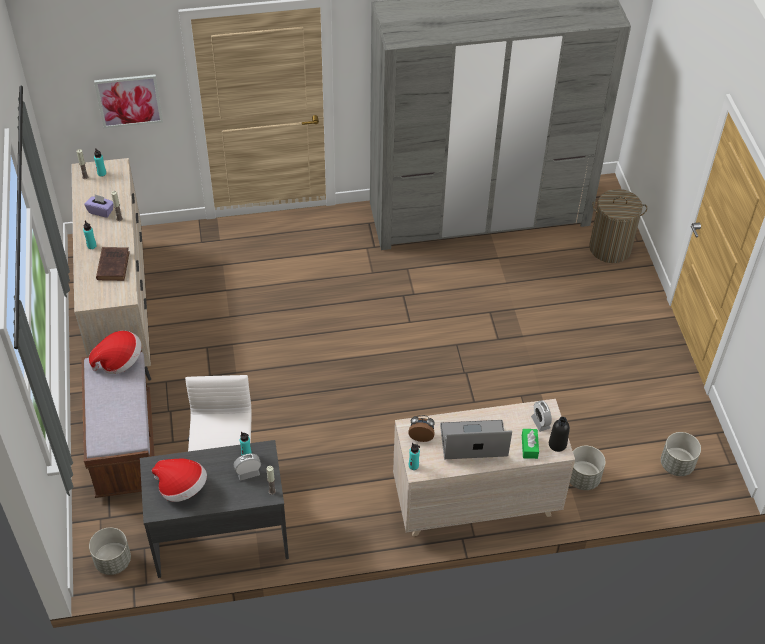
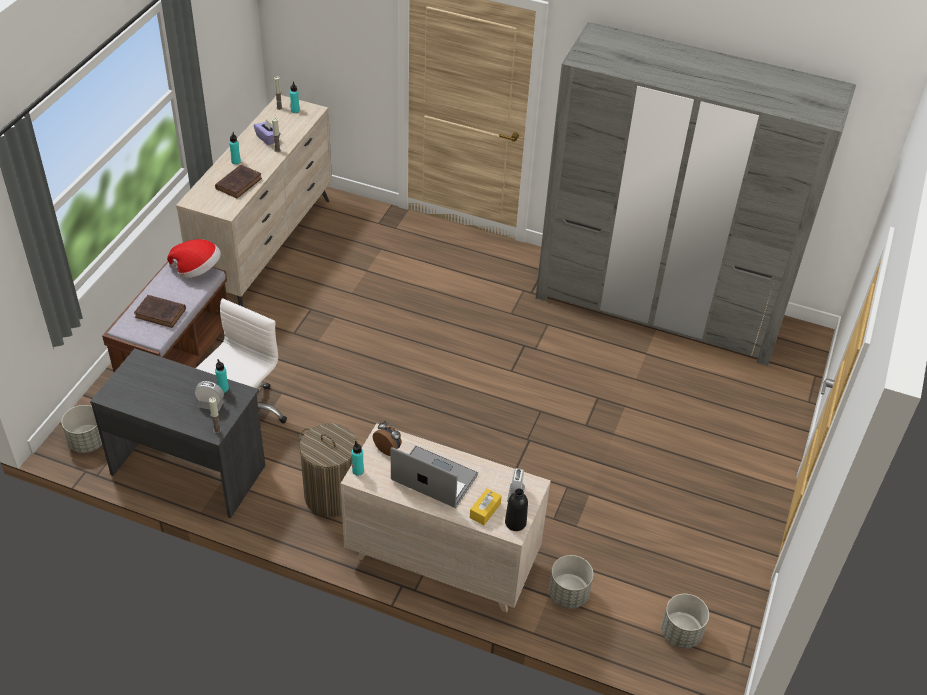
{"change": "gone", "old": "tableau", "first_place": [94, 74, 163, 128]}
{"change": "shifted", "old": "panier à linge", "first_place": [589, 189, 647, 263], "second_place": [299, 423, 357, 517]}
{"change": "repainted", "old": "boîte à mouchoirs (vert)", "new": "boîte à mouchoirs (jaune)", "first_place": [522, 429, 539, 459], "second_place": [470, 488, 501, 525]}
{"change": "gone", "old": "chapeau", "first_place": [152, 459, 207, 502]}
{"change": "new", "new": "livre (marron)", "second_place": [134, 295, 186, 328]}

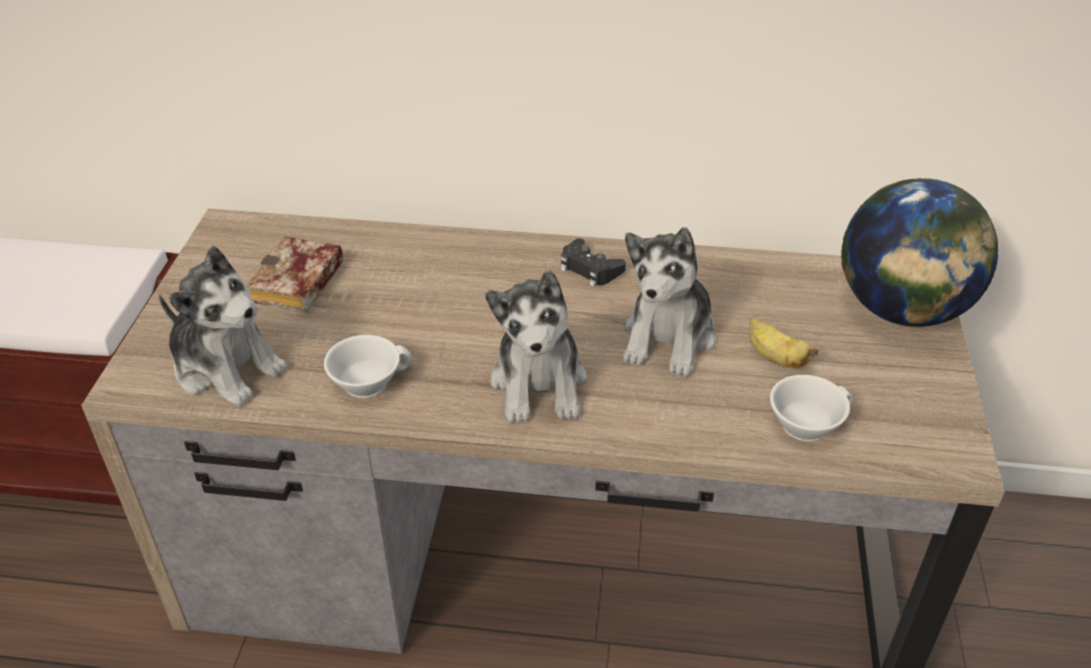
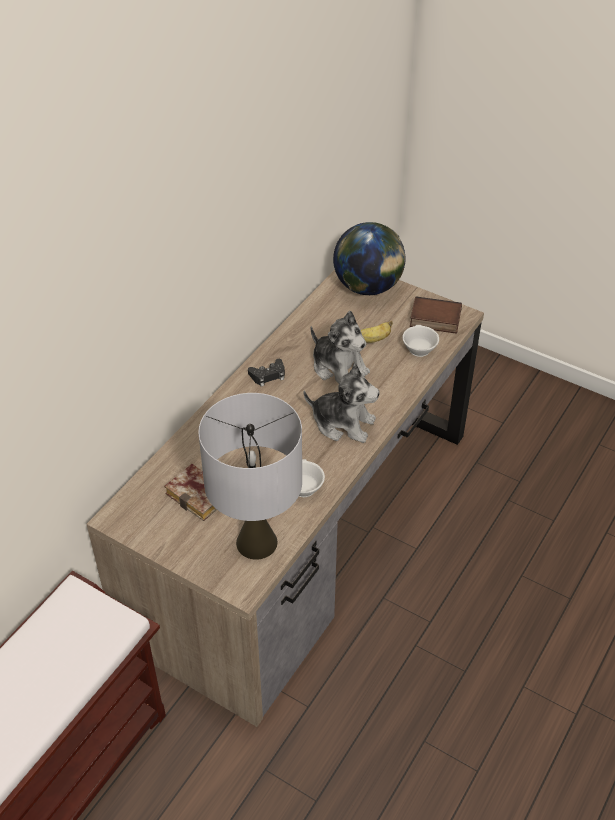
{"change": "swapped", "old": "peluche", "new": "lampe de table (gris)", "first_place": [158, 246, 288, 407], "second_place": [198, 393, 302, 560]}
{"change": "new", "new": "livre", "second_place": [410, 297, 462, 334]}

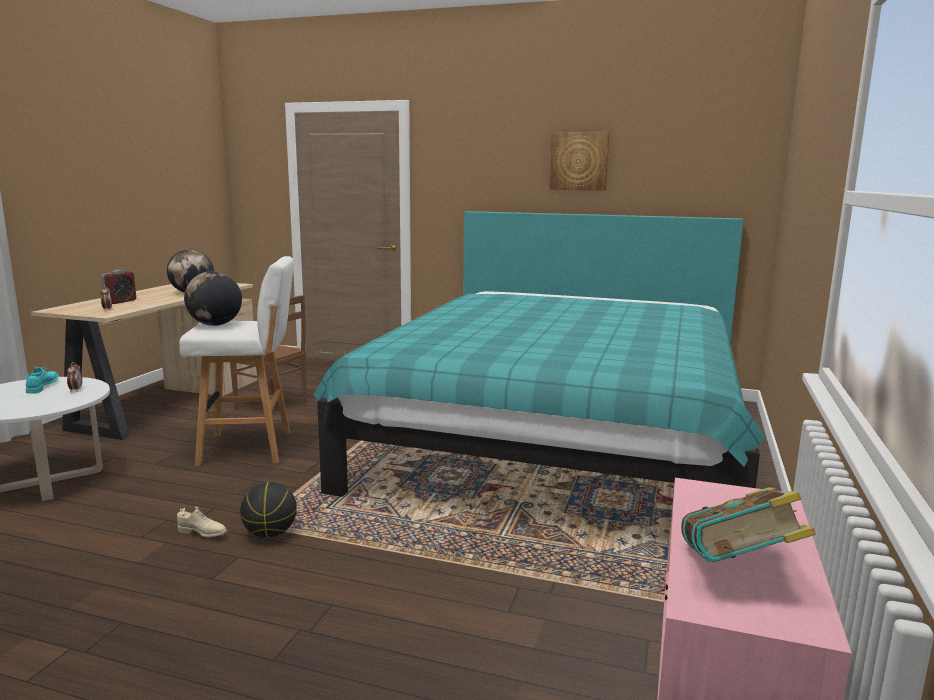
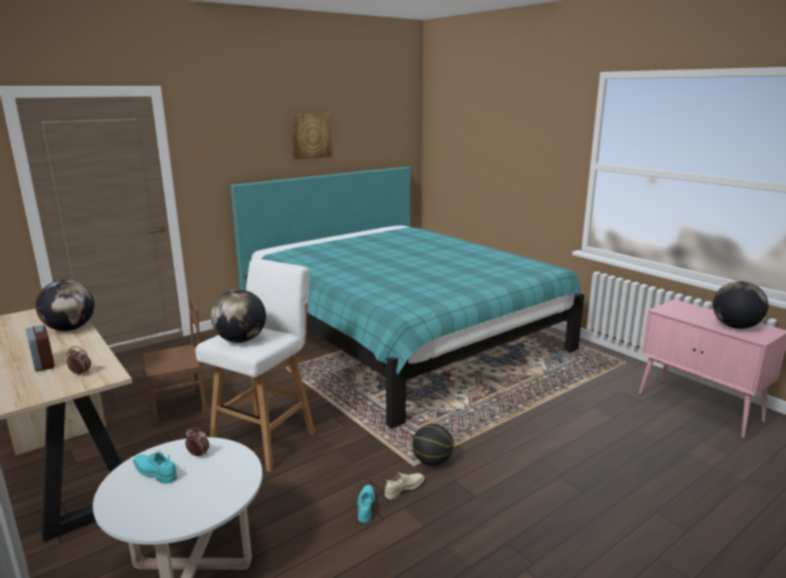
{"change": "swapped", "old": "livre", "new": "globe", "first_place": [681, 487, 816, 562], "second_place": [713, 281, 768, 329]}
{"change": "new", "new": "chaussure (turquoise)", "second_place": [357, 485, 375, 523]}

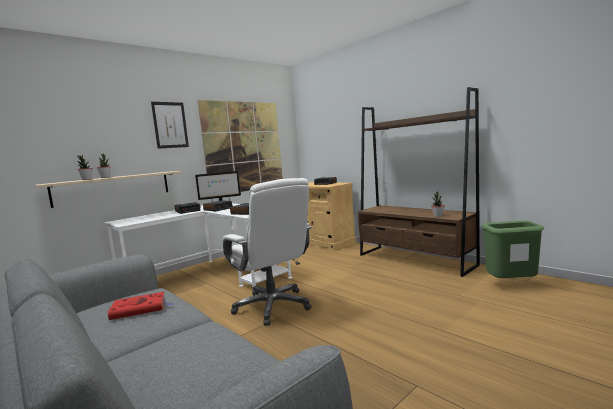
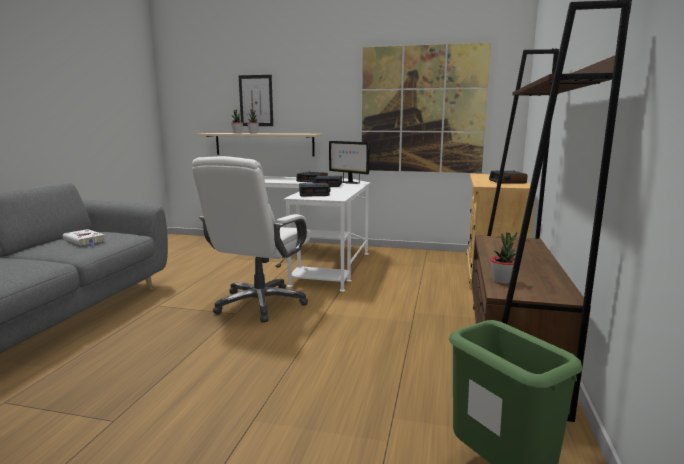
{"change": "shifted", "old": "tableau", "first_place": [151, 102, 189, 149], "second_place": [239, 75, 273, 126]}
{"change": "repainted", "old": "livre (rouge)", "new": "livre (blanc)", "first_place": [108, 292, 173, 320], "second_place": [63, 229, 105, 245]}

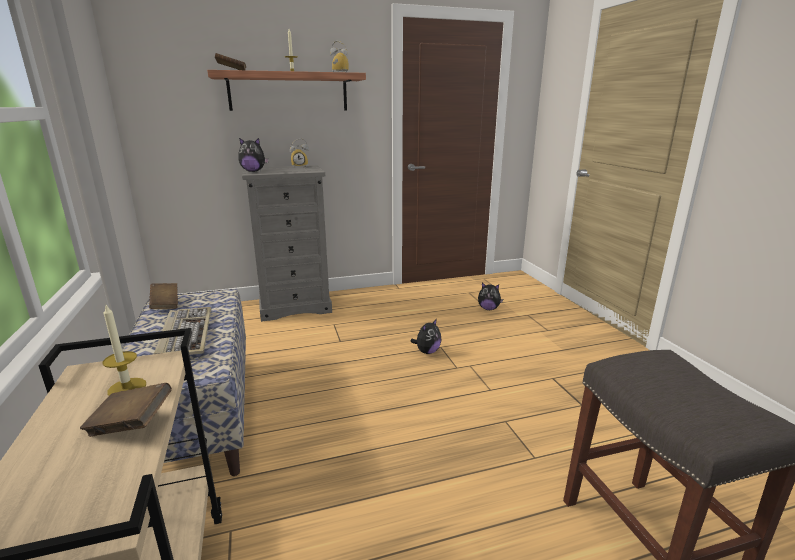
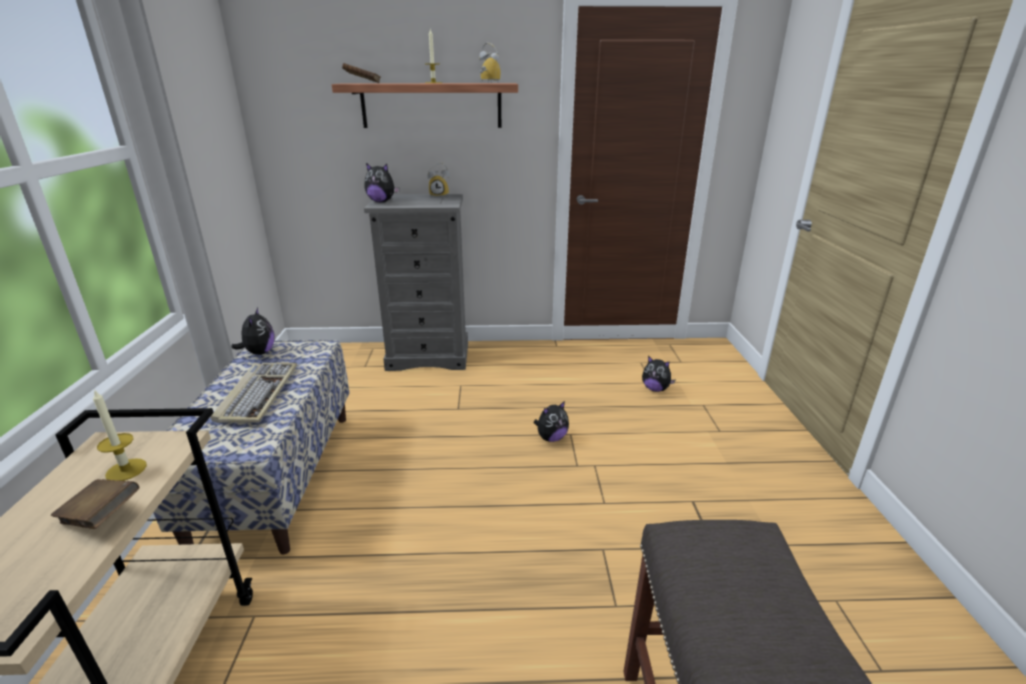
{"change": "swapped", "old": "livre (marron)", "new": "peluche", "first_place": [149, 283, 178, 309], "second_place": [232, 307, 275, 355]}

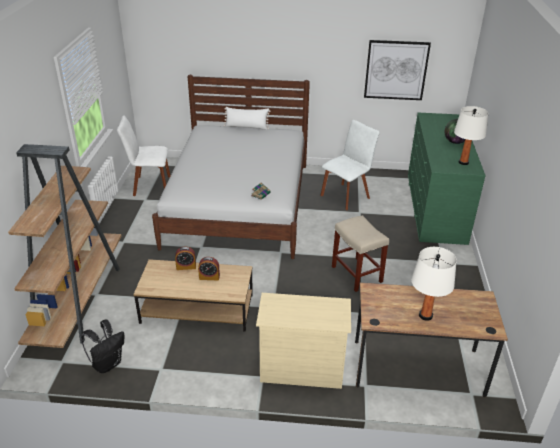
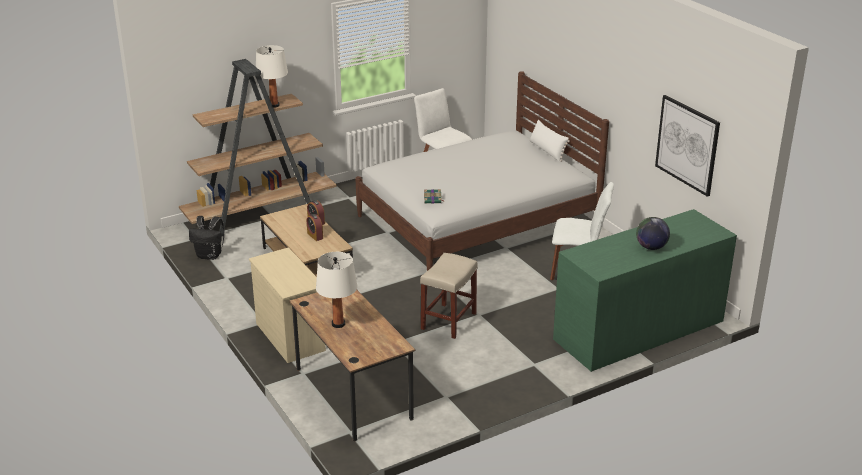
{"change": "shifted", "old": "lampe de table (blanc)", "first_place": [454, 106, 488, 165], "second_place": [256, 45, 288, 108]}

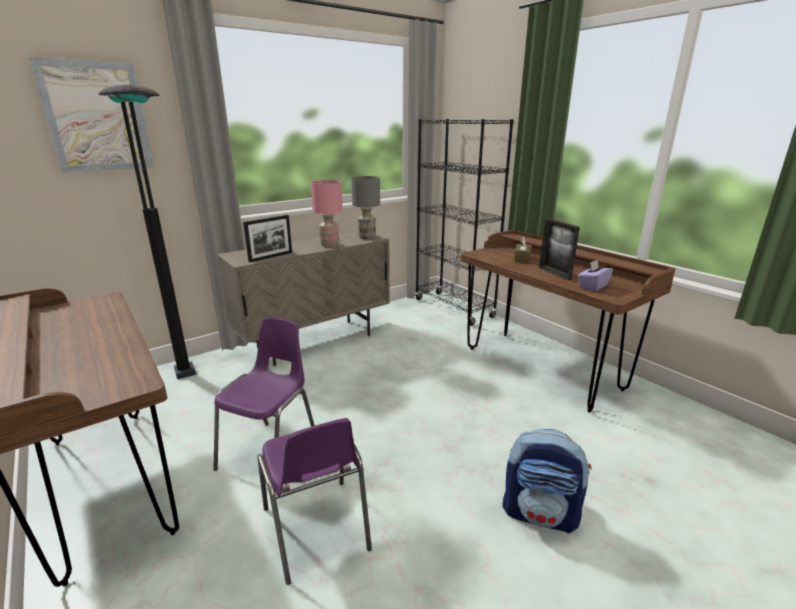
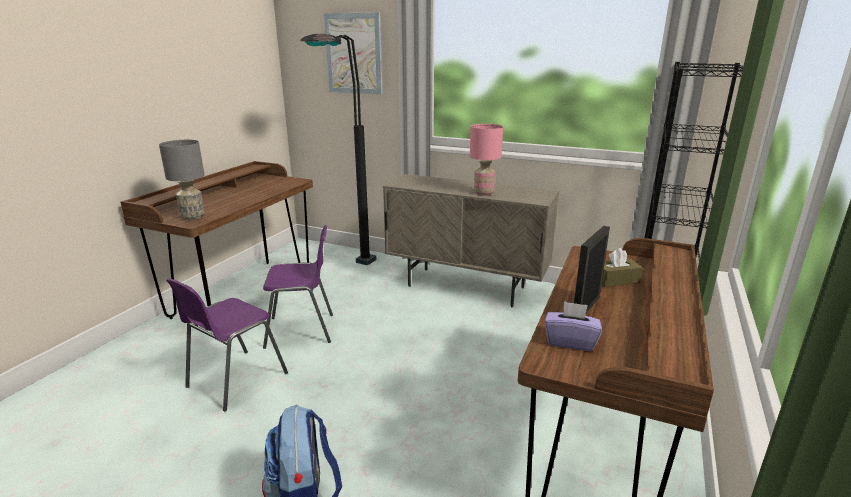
{"change": "shifted", "old": "lampe de table (gris)", "first_place": [351, 176, 380, 239], "second_place": [159, 140, 204, 220]}
{"change": "gone", "old": "cadre photo", "first_place": [243, 215, 292, 262]}

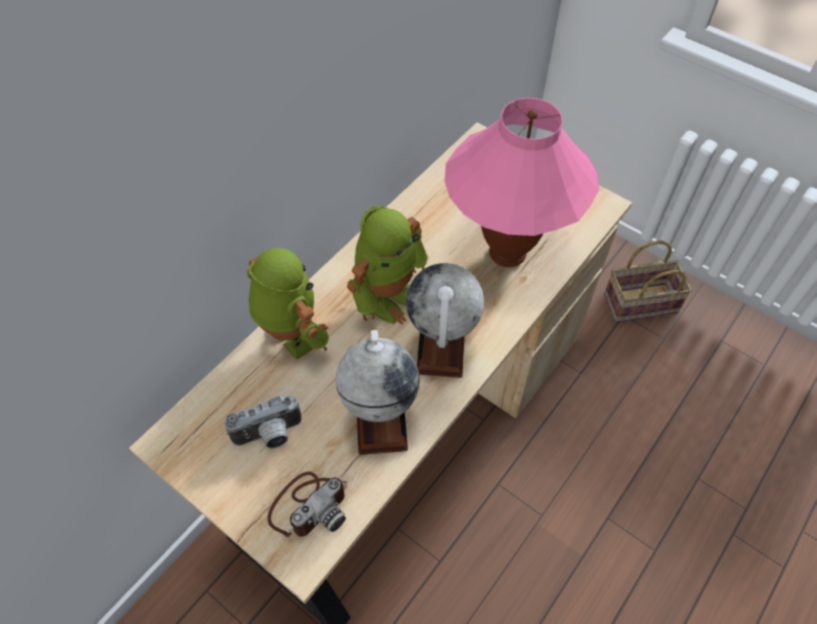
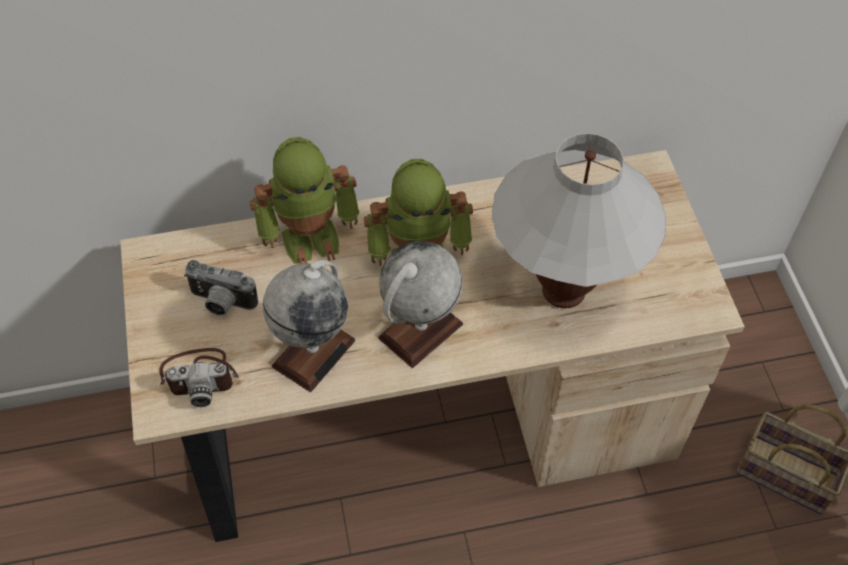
{"change": "repainted", "old": "lampe de table (rose)", "new": "lampe de table (blanc)", "first_place": [444, 98, 599, 267], "second_place": [491, 133, 666, 308]}
{"change": "rotated", "old": "robot jouet", "first_place": [247, 248, 329, 359], "second_place": [250, 137, 359, 264], "degrees": 75}

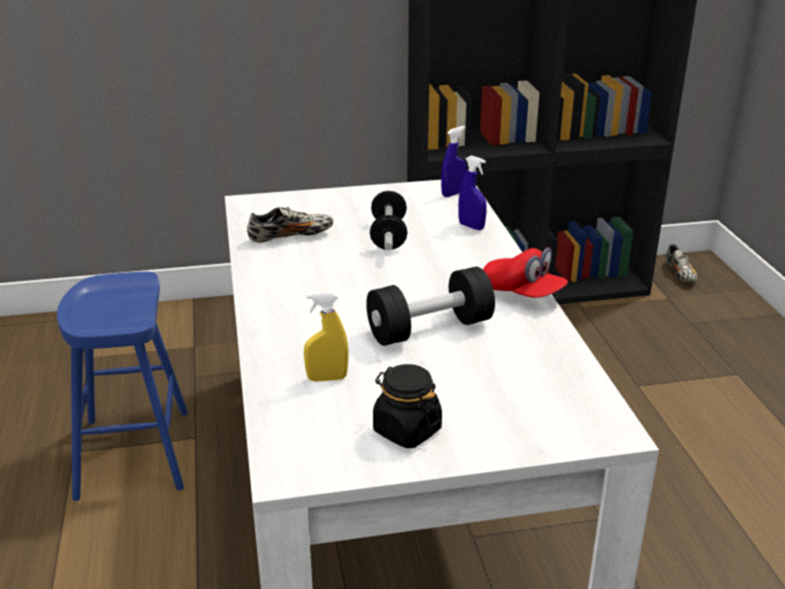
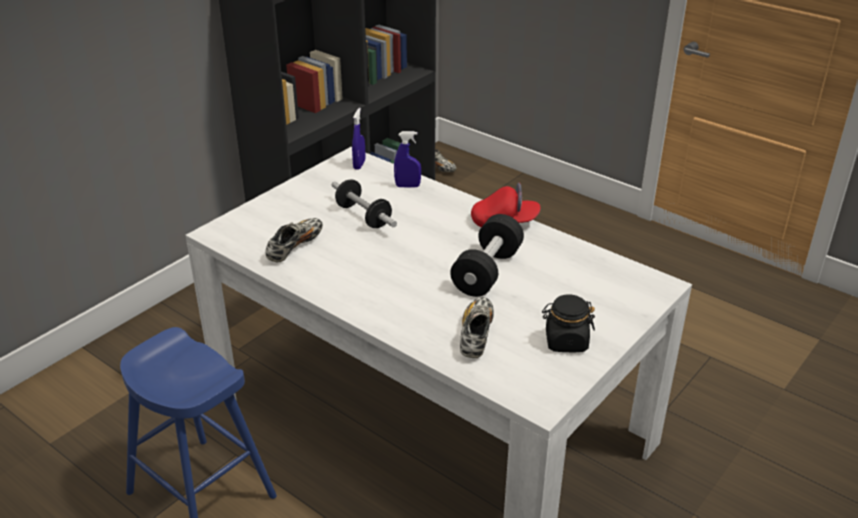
{"change": "swapped", "old": "vaporisateur (jaune)", "new": "chaussure", "first_place": [304, 292, 349, 382], "second_place": [460, 297, 494, 358]}

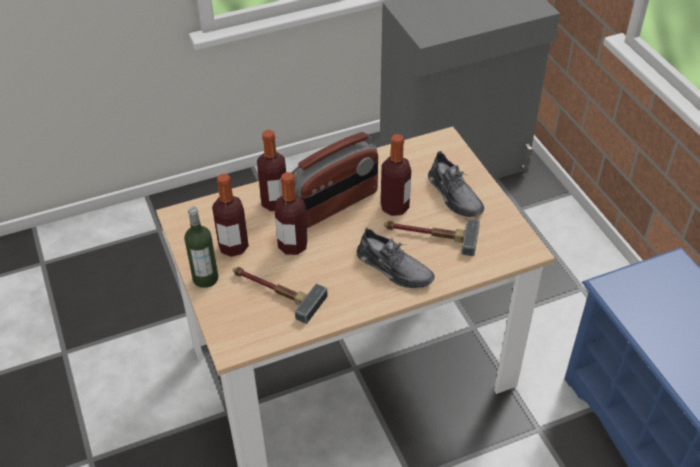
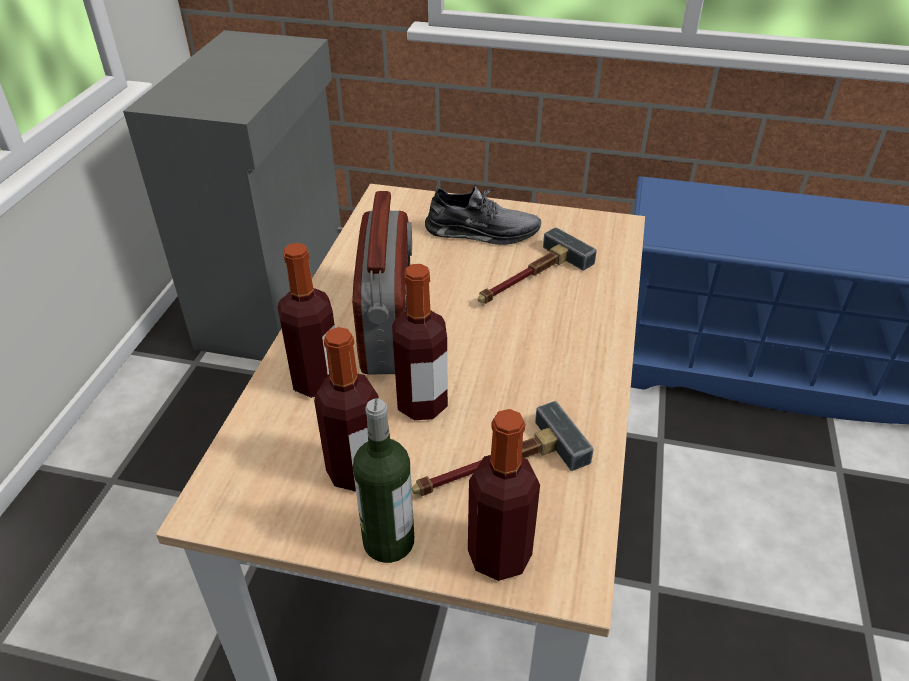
{"change": "shifted", "old": "bouteille", "first_place": [381, 134, 411, 216], "second_place": [468, 409, 540, 581]}
{"change": "gone", "old": "chaussure (gris)", "first_place": [357, 227, 435, 288]}

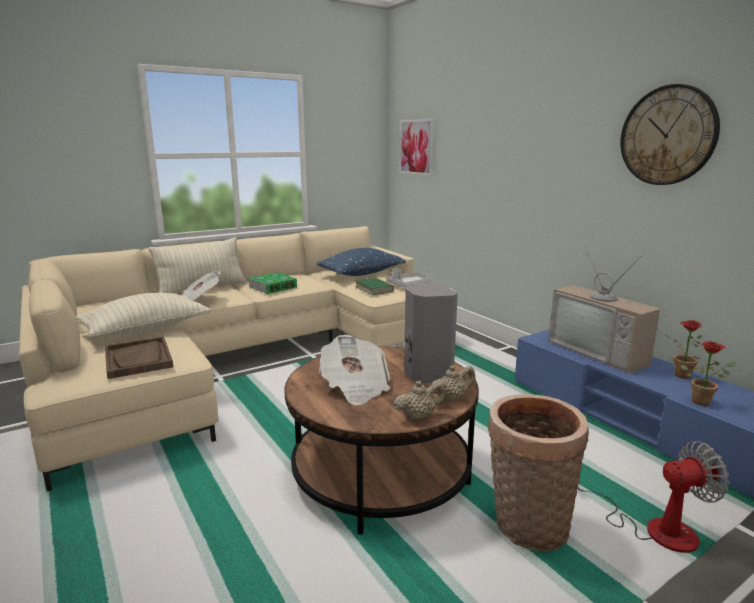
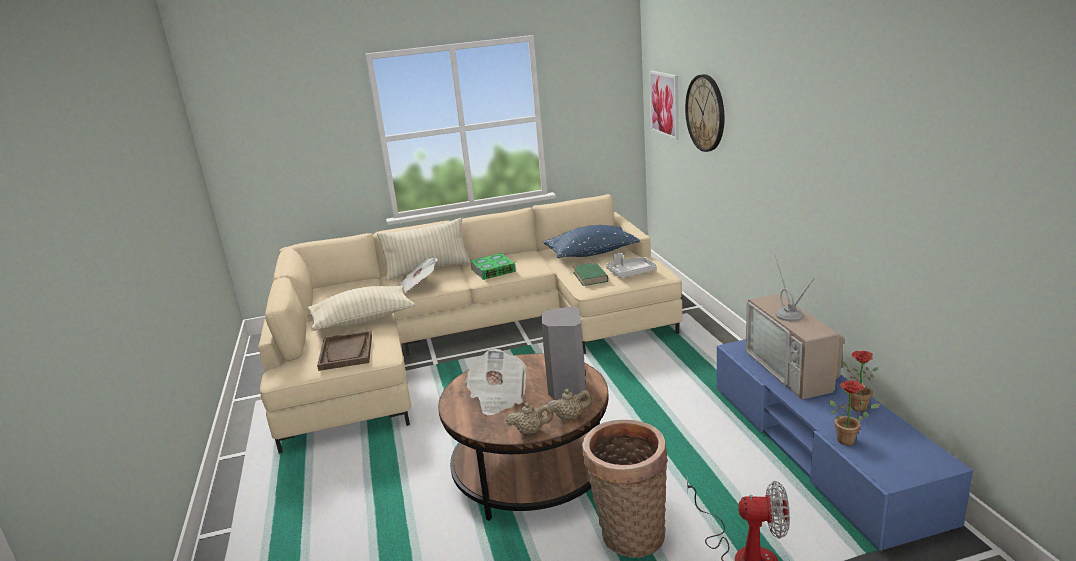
{"change": "shifted", "old": "horloge murale", "first_place": [620, 84, 720, 185], "second_place": [685, 74, 725, 152]}

